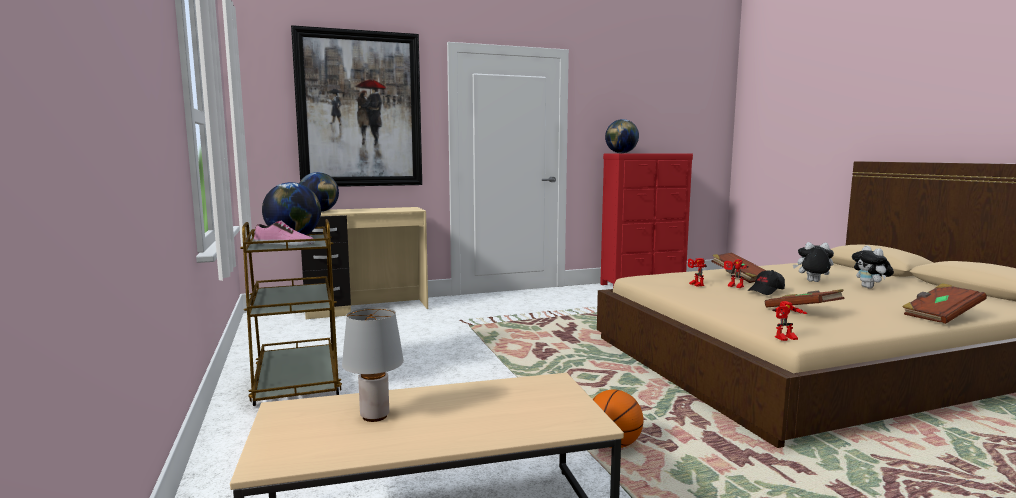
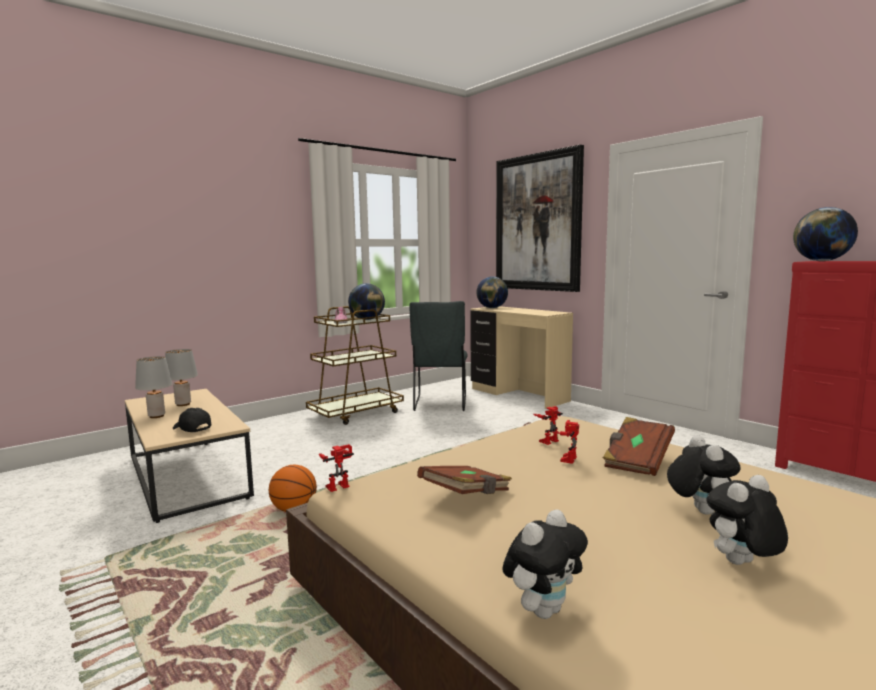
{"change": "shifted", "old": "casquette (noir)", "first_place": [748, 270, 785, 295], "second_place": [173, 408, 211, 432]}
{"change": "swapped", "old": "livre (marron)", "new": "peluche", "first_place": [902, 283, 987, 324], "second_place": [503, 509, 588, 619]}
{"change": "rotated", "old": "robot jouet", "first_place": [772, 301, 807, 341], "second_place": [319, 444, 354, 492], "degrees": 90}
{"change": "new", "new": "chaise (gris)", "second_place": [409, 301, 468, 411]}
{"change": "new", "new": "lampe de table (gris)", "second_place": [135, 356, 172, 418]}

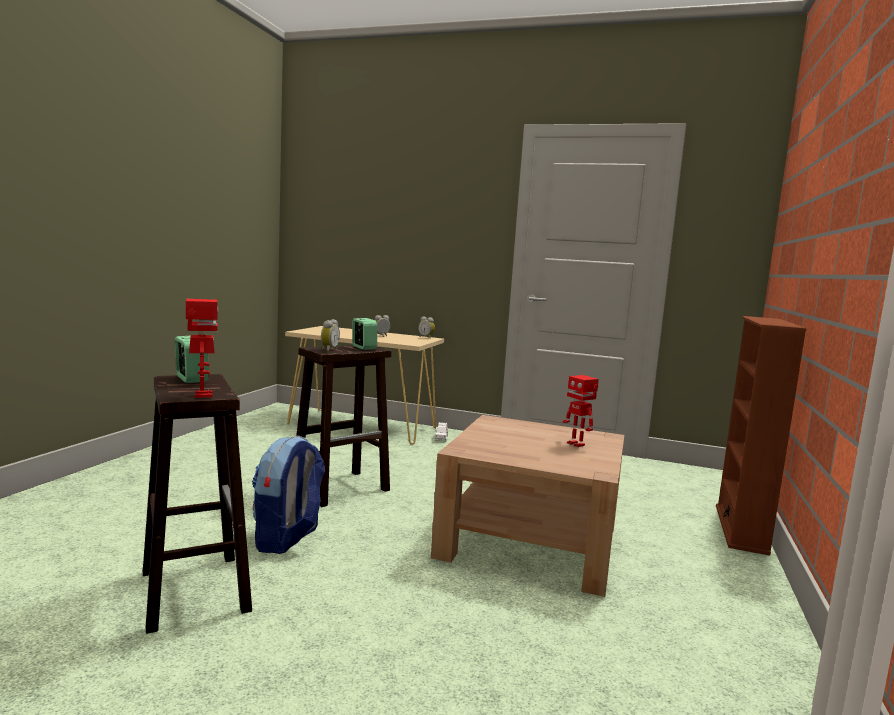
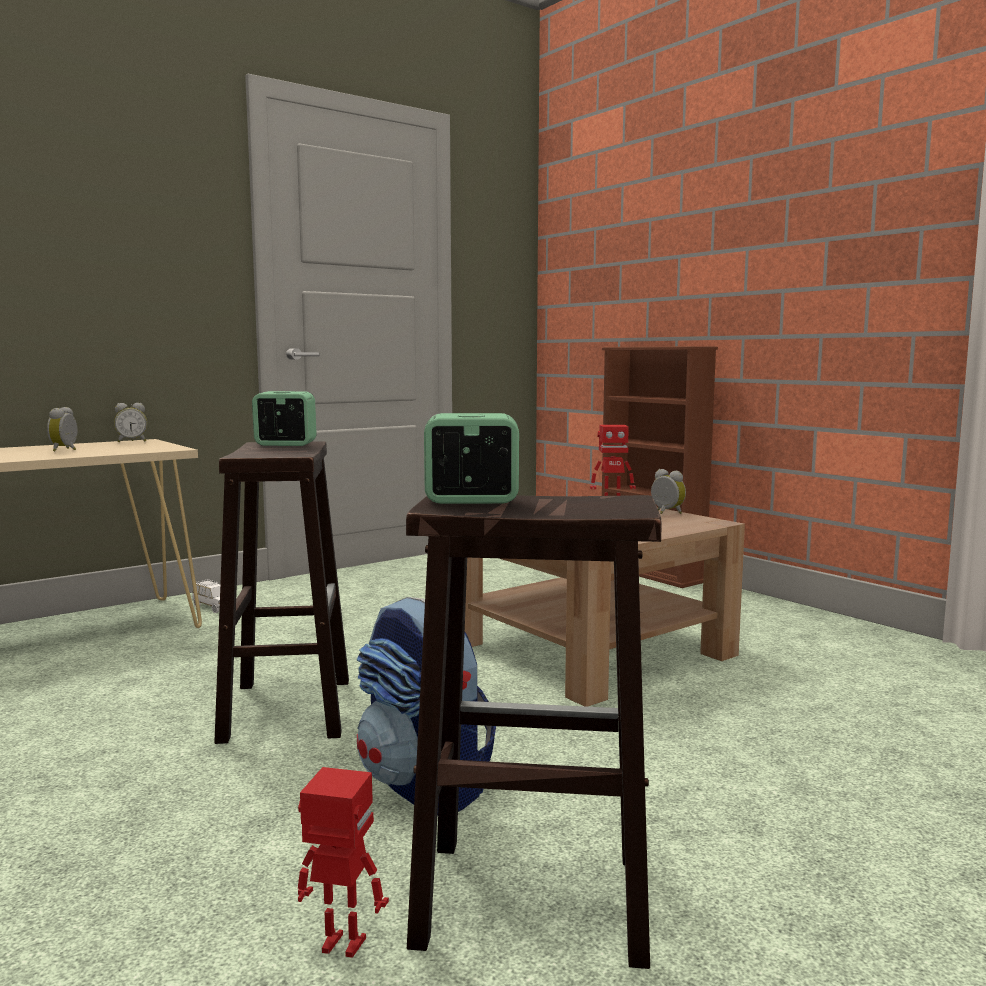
{"change": "shifted", "old": "robot jouet", "first_place": [186, 299, 219, 398], "second_place": [298, 767, 389, 958]}
{"change": "shifted", "old": "réveil", "first_place": [321, 319, 340, 352], "second_place": [651, 469, 686, 514]}

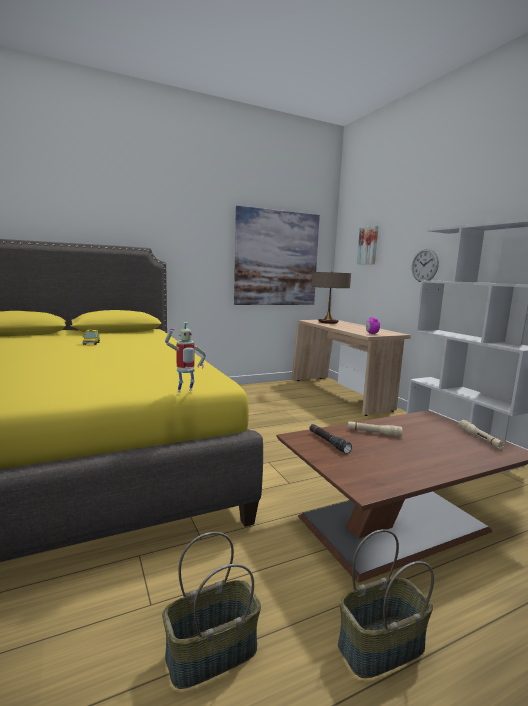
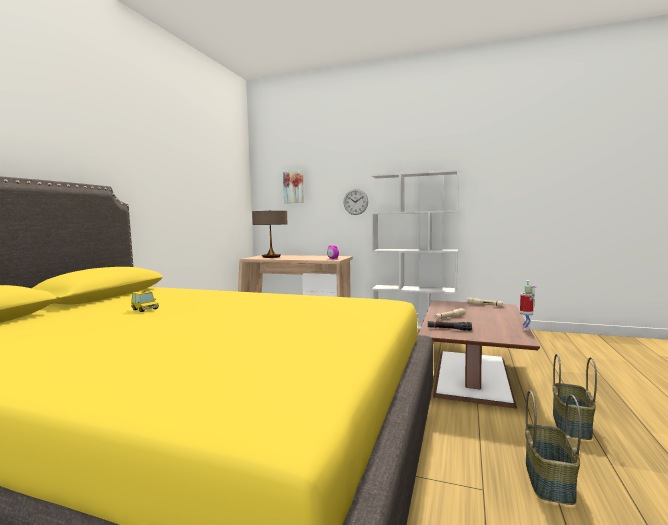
{"change": "gone", "old": "tableau", "first_place": [234, 206, 320, 305]}
{"change": "shifted", "old": "robot jouet", "first_place": [165, 322, 206, 393], "second_place": [520, 281, 537, 330]}

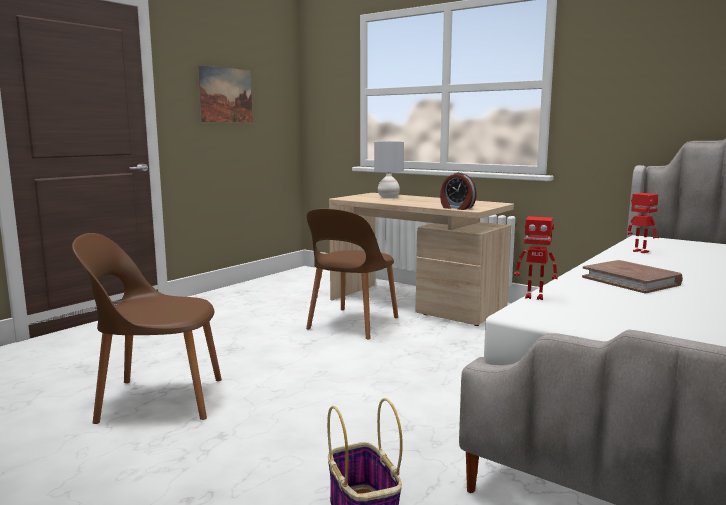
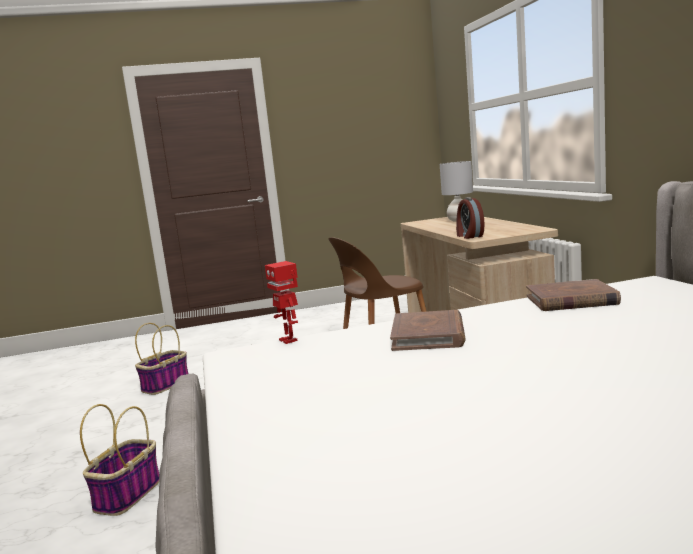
{"change": "gone", "old": "tableau", "first_place": [198, 65, 253, 123]}
{"change": "swapped", "old": "robot jouet", "new": "livre (marron)", "first_place": [627, 193, 659, 253], "second_place": [526, 279, 621, 311]}
{"change": "swapped", "old": "chaise (marron)", "new": "panier", "first_place": [72, 233, 222, 424], "second_place": [135, 323, 189, 395]}

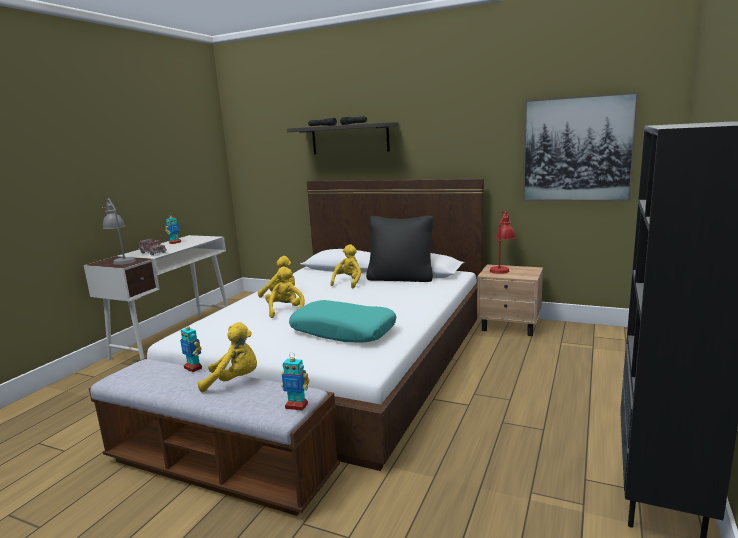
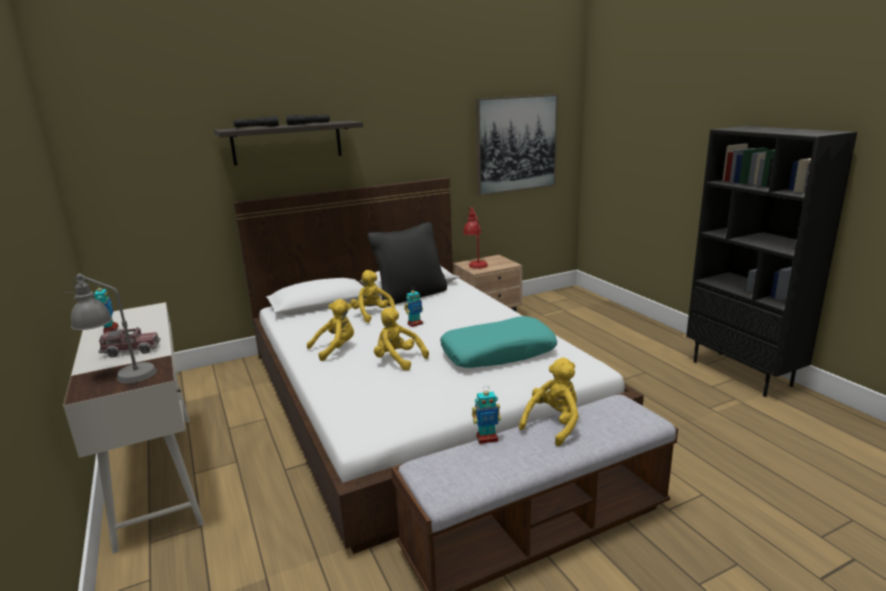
{"change": "shifted", "old": "robot jouet", "first_place": [281, 352, 309, 411], "second_place": [404, 288, 423, 327]}

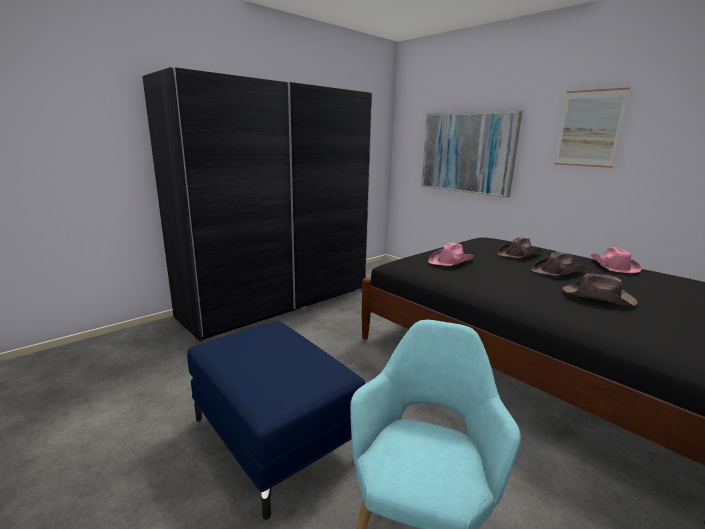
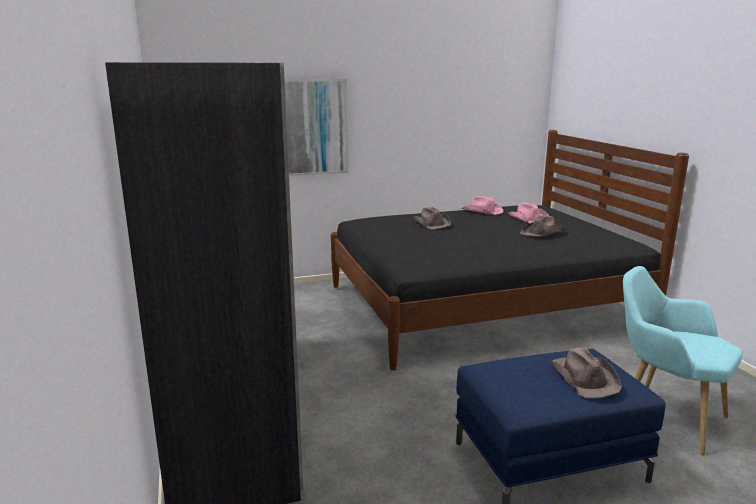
{"change": "gone", "old": "tableau", "first_place": [554, 87, 630, 168]}
{"change": "shifted", "old": "chapeau (rose)", "first_place": [428, 243, 474, 266], "second_place": [508, 202, 549, 223]}
{"change": "shifted", "old": "chapeau (marron)", "first_place": [531, 251, 585, 276], "second_place": [551, 348, 622, 398]}

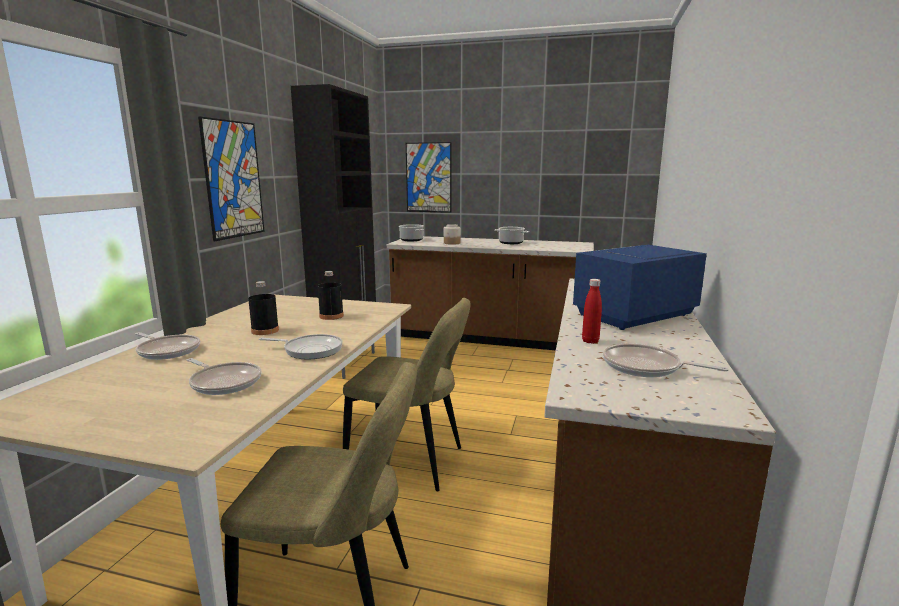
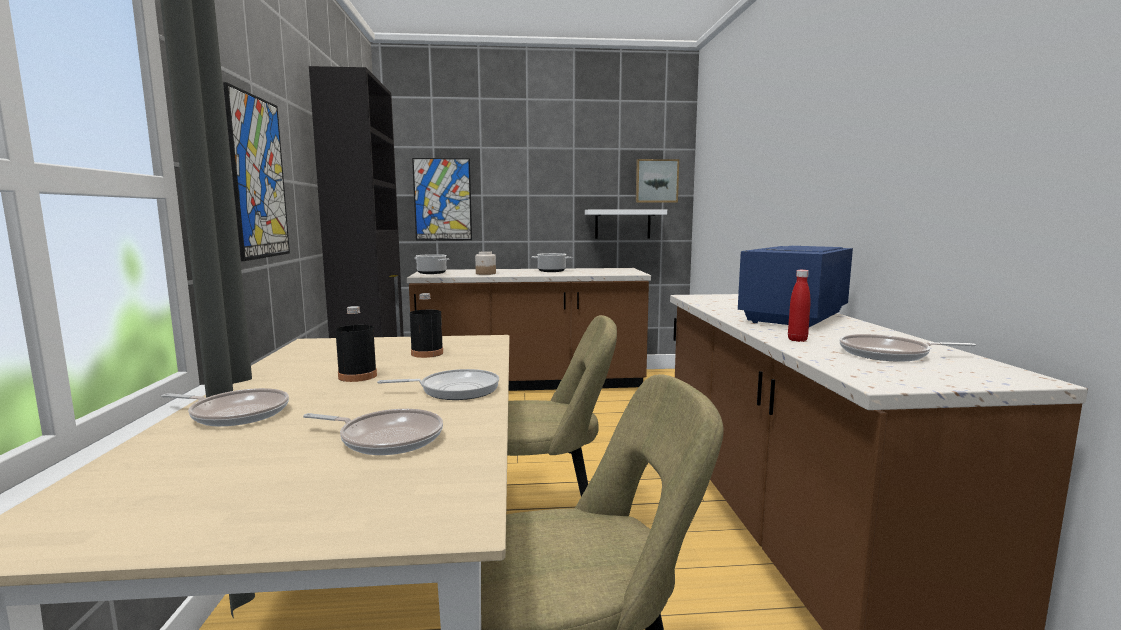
{"change": "new", "new": "tableau", "second_place": [636, 159, 679, 203]}
{"change": "new", "new": "étagère (blanc)", "second_place": [585, 210, 667, 239]}

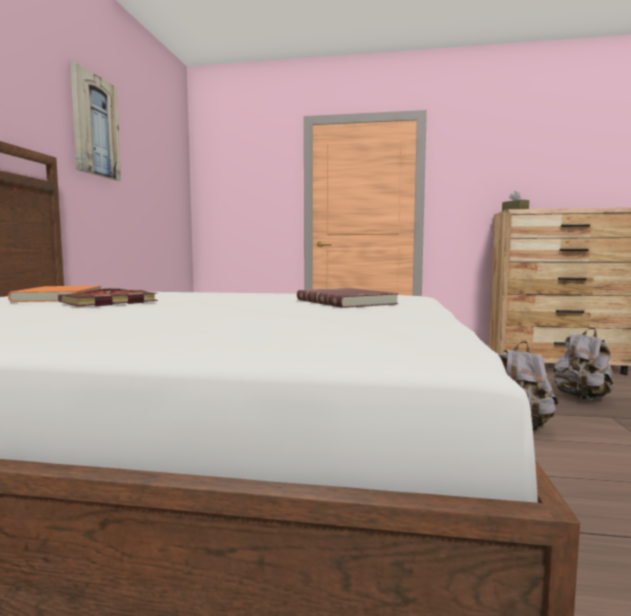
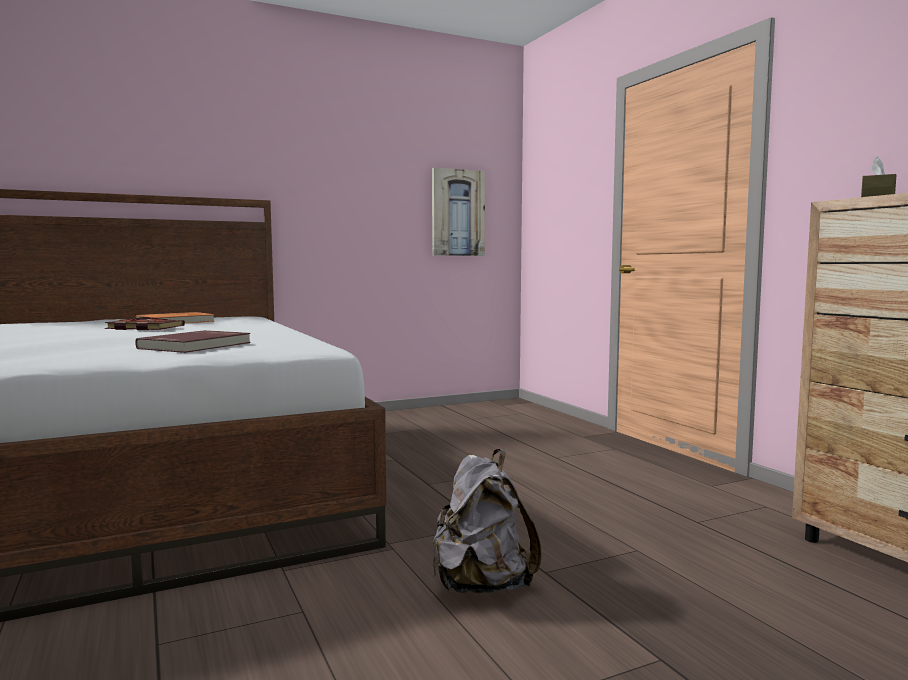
{"change": "shifted", "old": "tableau", "first_place": [70, 62, 121, 181], "second_place": [432, 168, 485, 256]}
{"change": "gone", "old": "sac à dos (gris)", "first_place": [553, 328, 614, 400]}

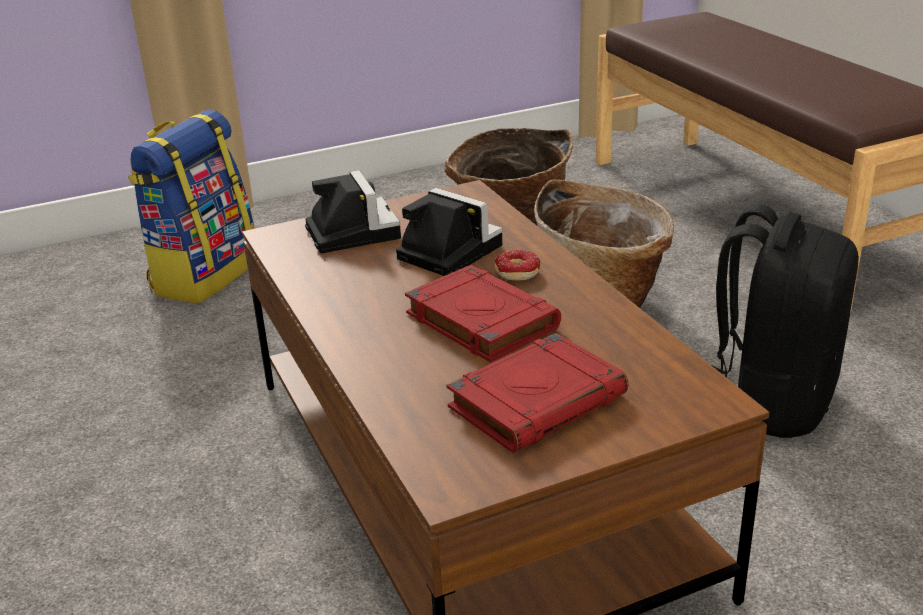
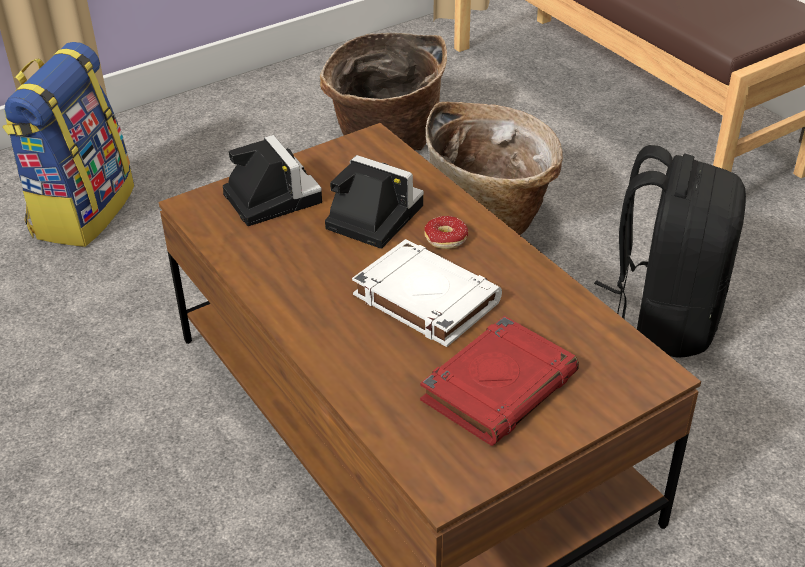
{"change": "repainted", "old": "livre (rouge)", "new": "livre (blanc)", "first_place": [405, 265, 561, 363], "second_place": [352, 239, 502, 347]}

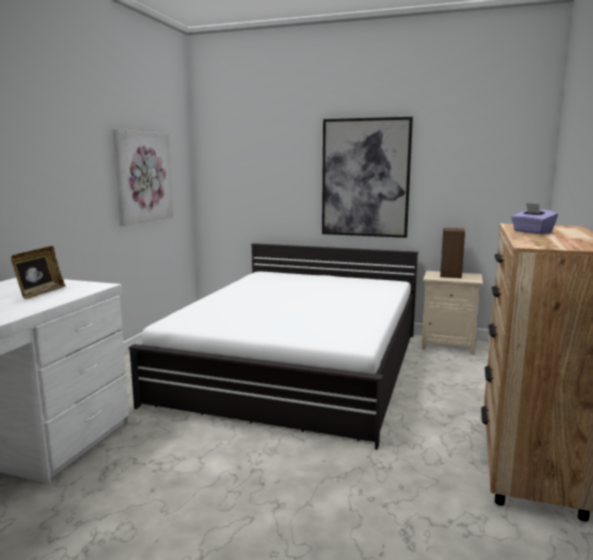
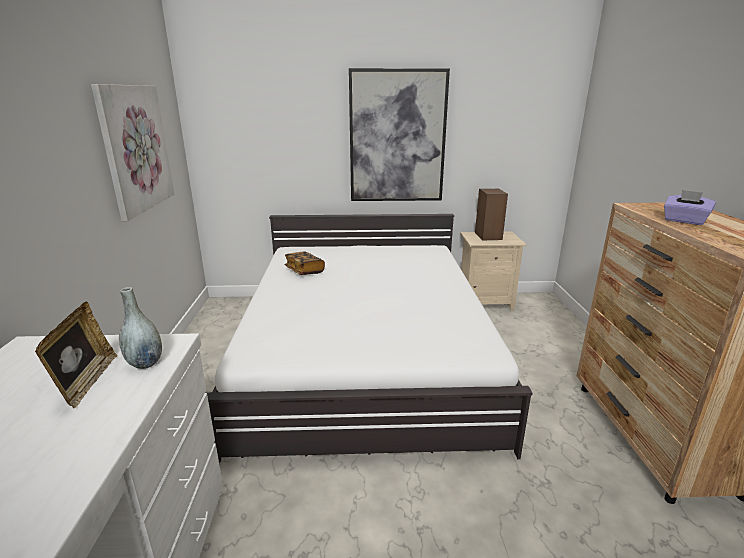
{"change": "new", "new": "livre", "second_place": [285, 252, 325, 275]}
{"change": "new", "new": "vase (gris)", "second_place": [119, 287, 162, 369]}

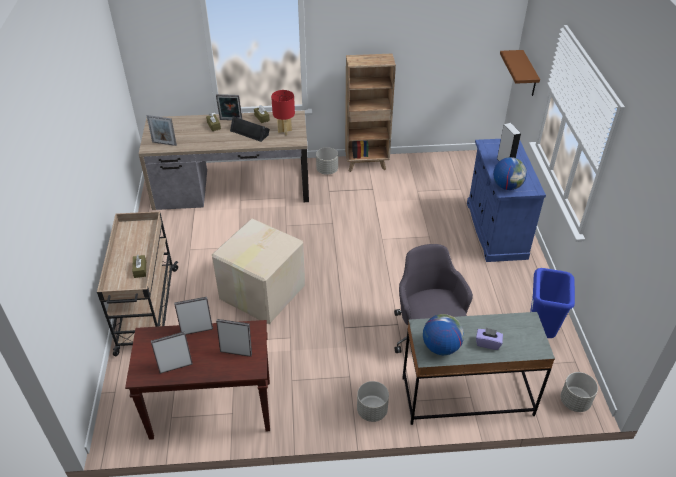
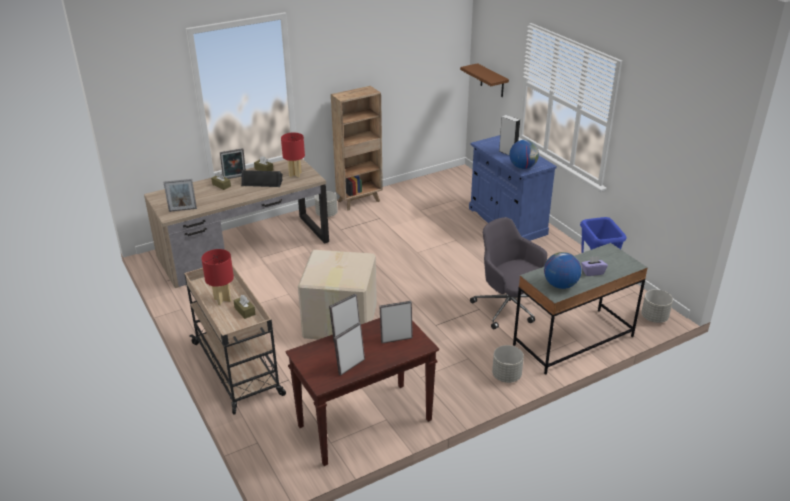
{"change": "new", "new": "lampe de table (rouge)", "second_place": [201, 249, 234, 305]}

